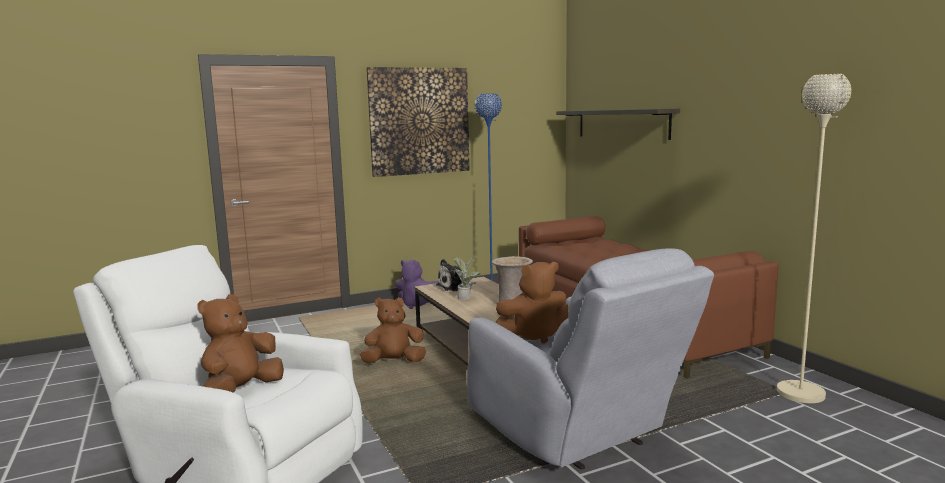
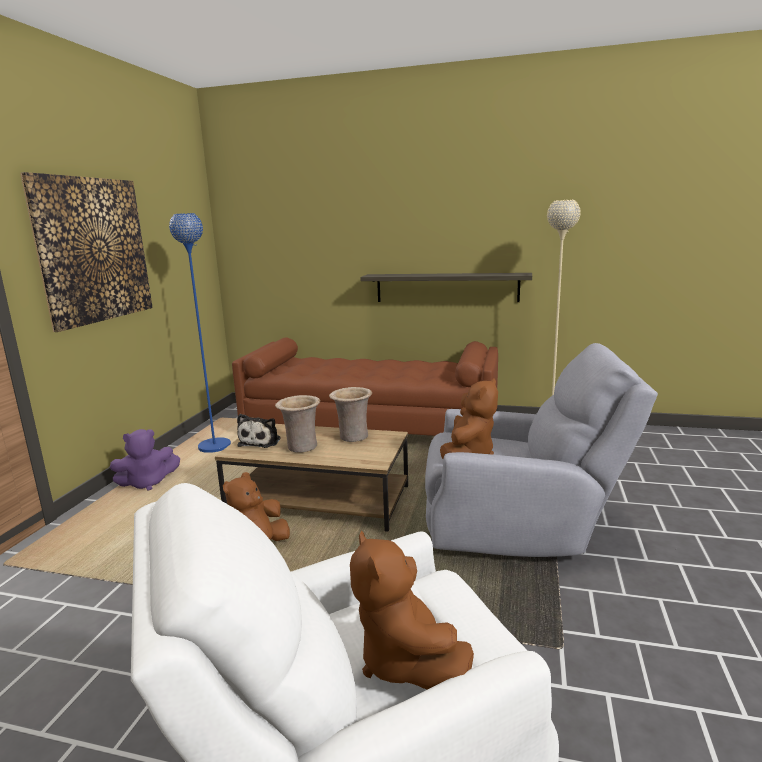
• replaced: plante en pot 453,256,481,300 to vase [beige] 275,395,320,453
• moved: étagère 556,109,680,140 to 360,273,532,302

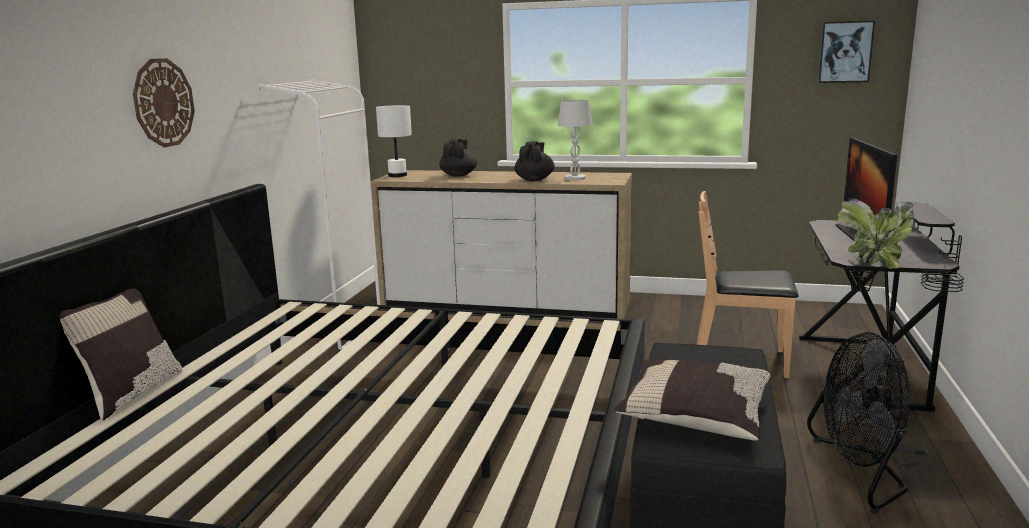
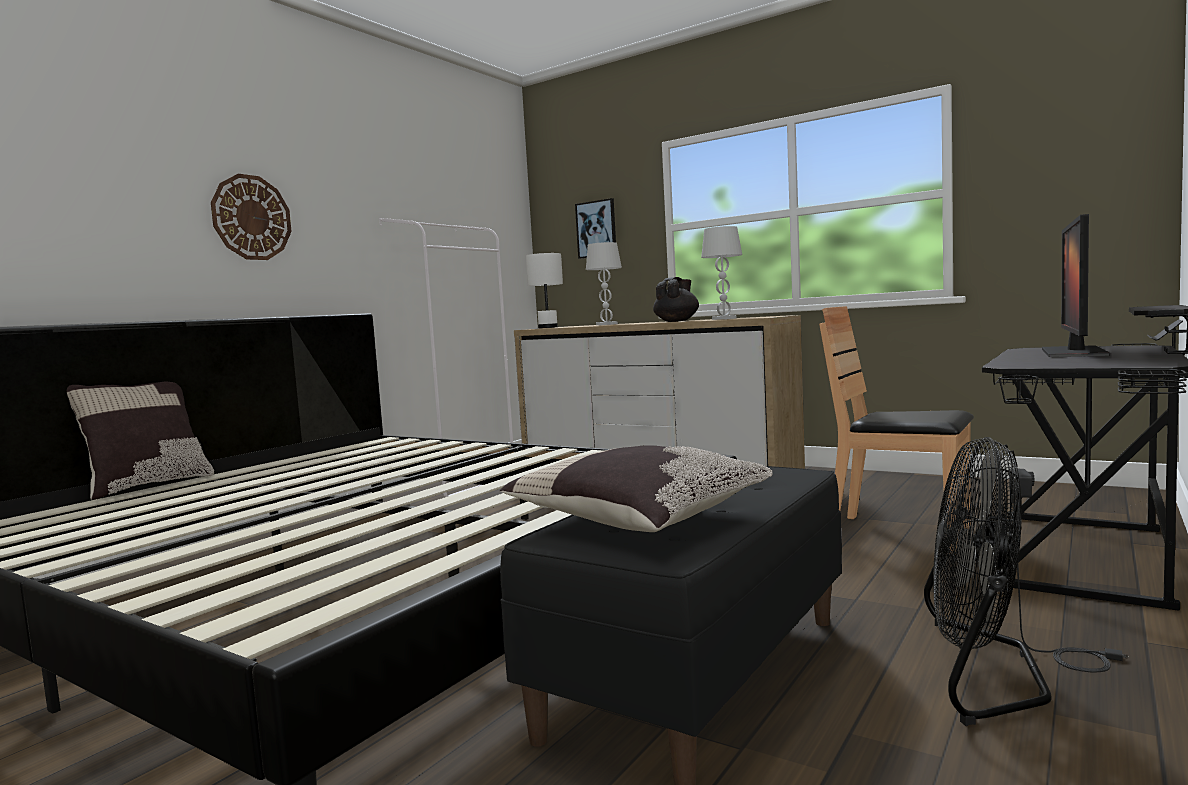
• replaced: théière [noir] 439,139,477,177 to lampe de table [blanc] 586,242,622,325
• moved: tableau 818,20,875,83 to 575,198,616,259
• removed: plante en pot 838,197,915,269

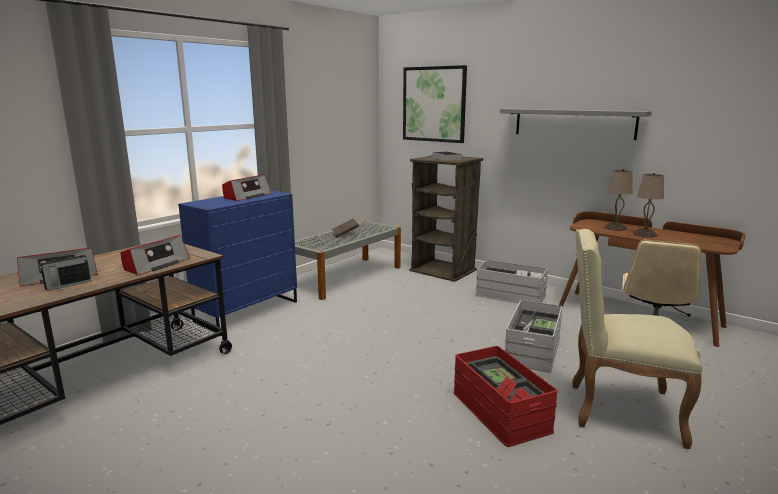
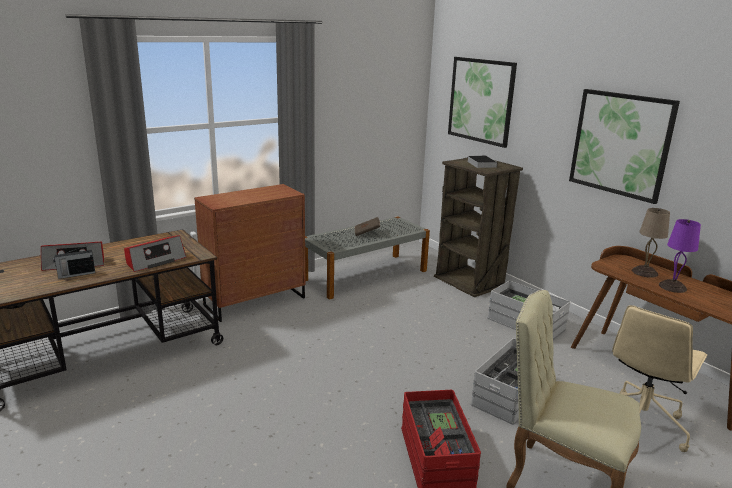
• recoloured: commode [bleu] 178,190,297,332 to commode [marron] 194,184,306,322
• removed: radio 222,174,272,201
• replaced: étagère [gris] 500,109,652,140 to tableau 569,89,680,204
• recoloured: lampe de table [beige] 633,173,664,237 to lampe de table [violet] 659,219,701,293

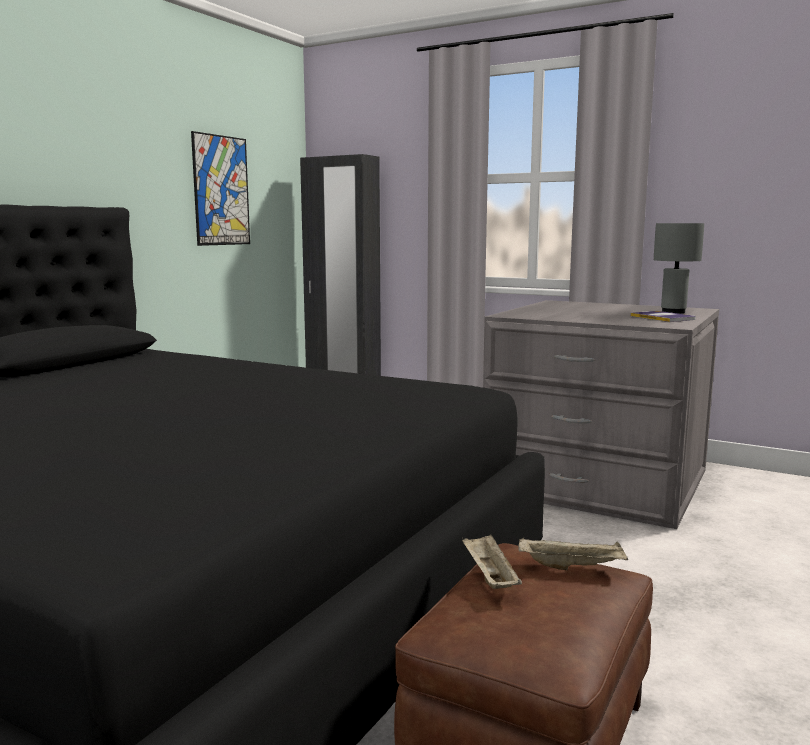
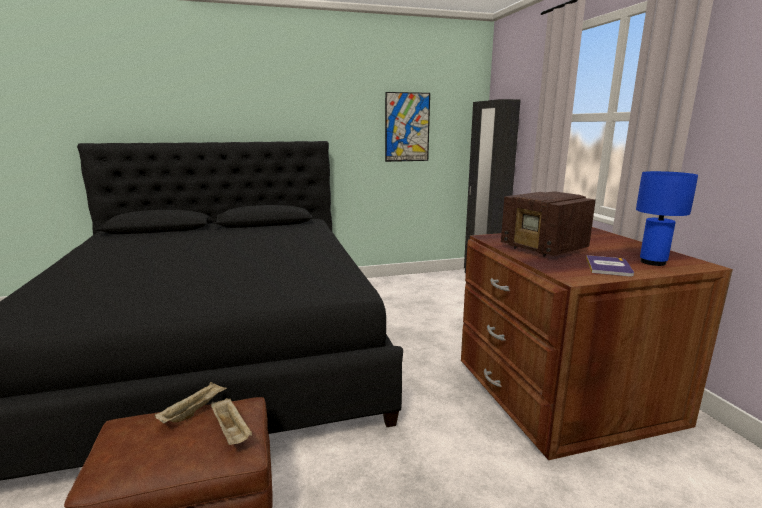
• recoloured: commode [gris] 483,300,719,529 to commode [marron] 461,227,733,460
• recoloured: lampe de table [gris] 654,223,704,313 to lampe de table [bleu] 636,171,698,266
• added: radio 501,191,596,257

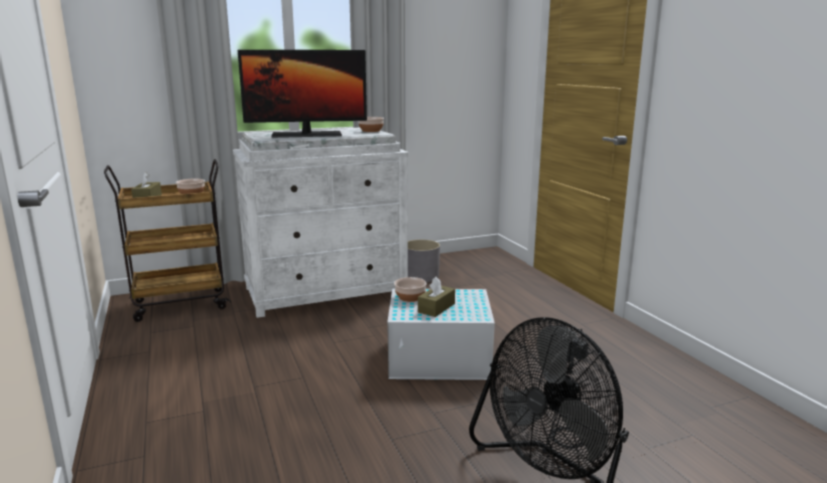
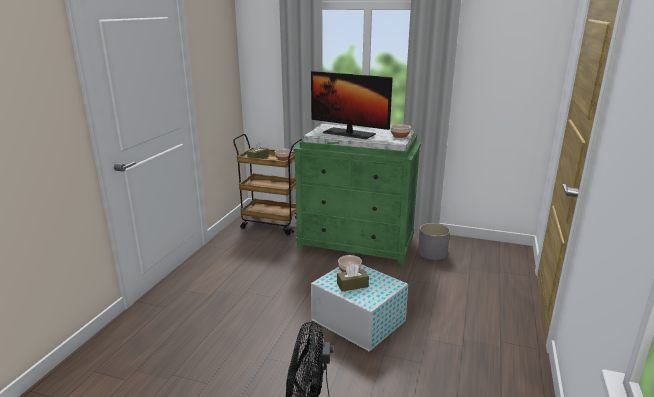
• recoloured: commode [blanc] 233,128,409,318 to commode [vert] 294,124,421,265

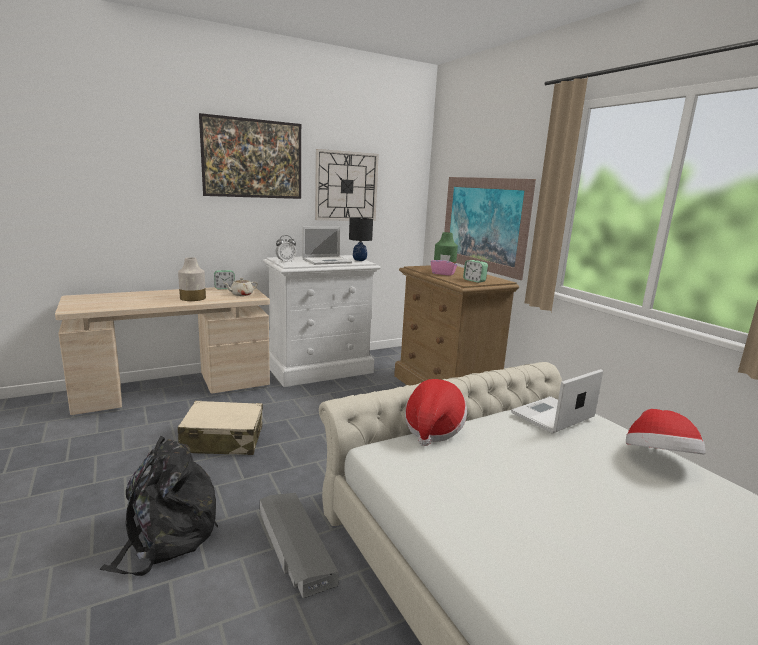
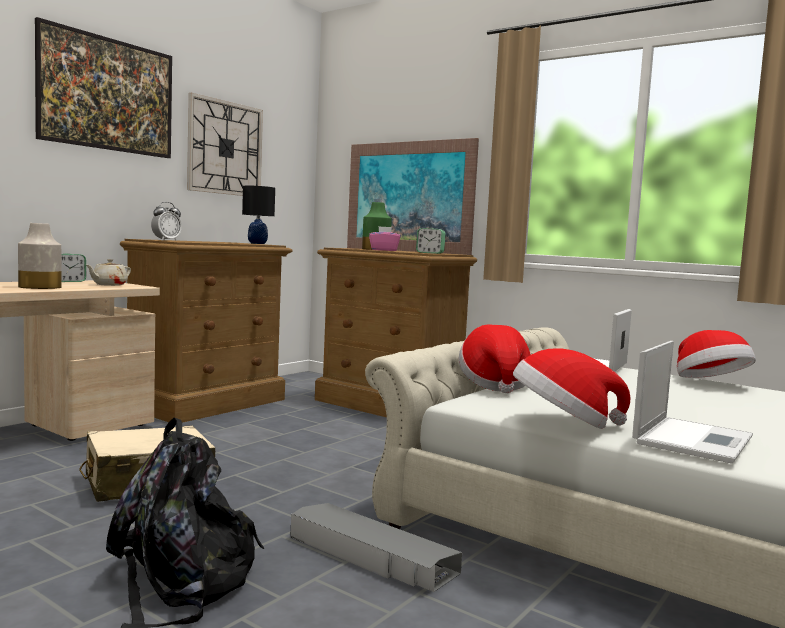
• recoloured: commode [blanc] 263,255,381,387 to commode [marron] 120,239,292,423
• moved: ordinateur portable 302,227,352,265 to 632,341,753,464
• added: chapeau 513,348,631,429

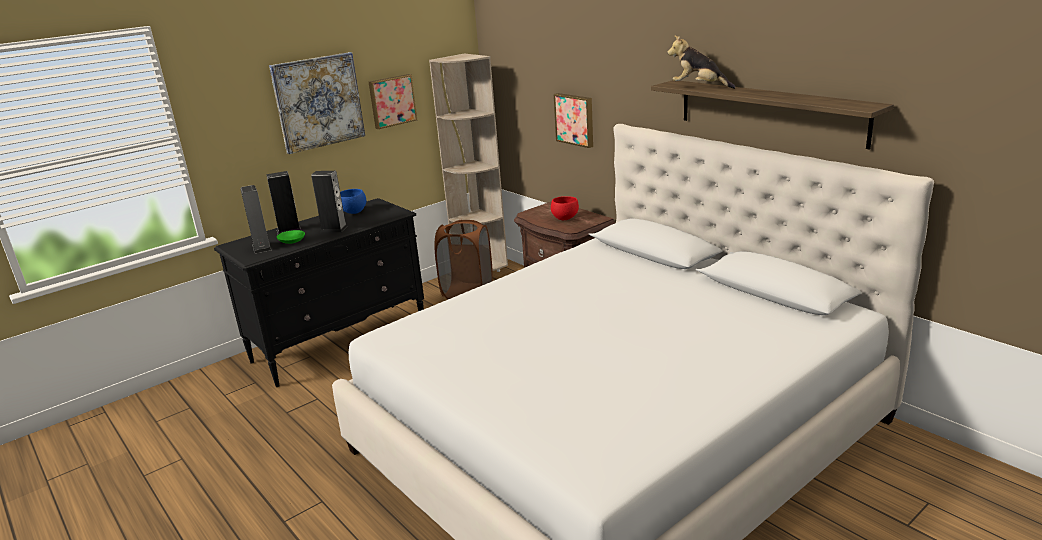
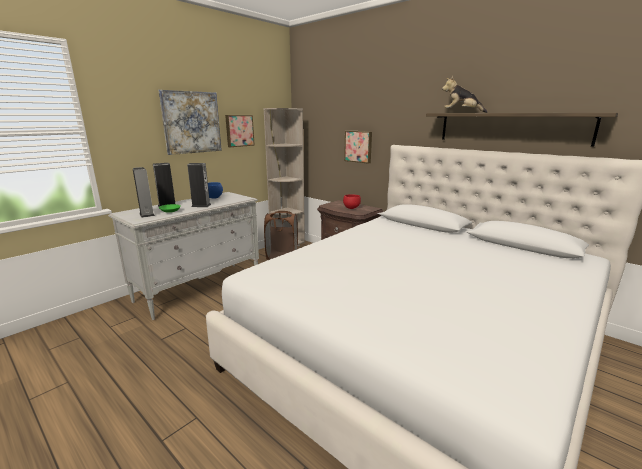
• recoloured: commode [noir] 214,198,424,387 to commode [blanc] 108,192,259,320

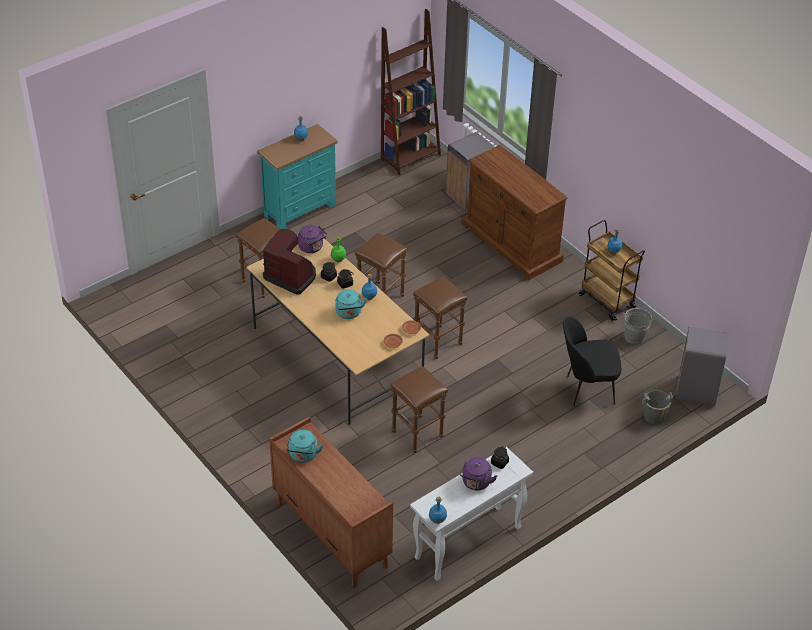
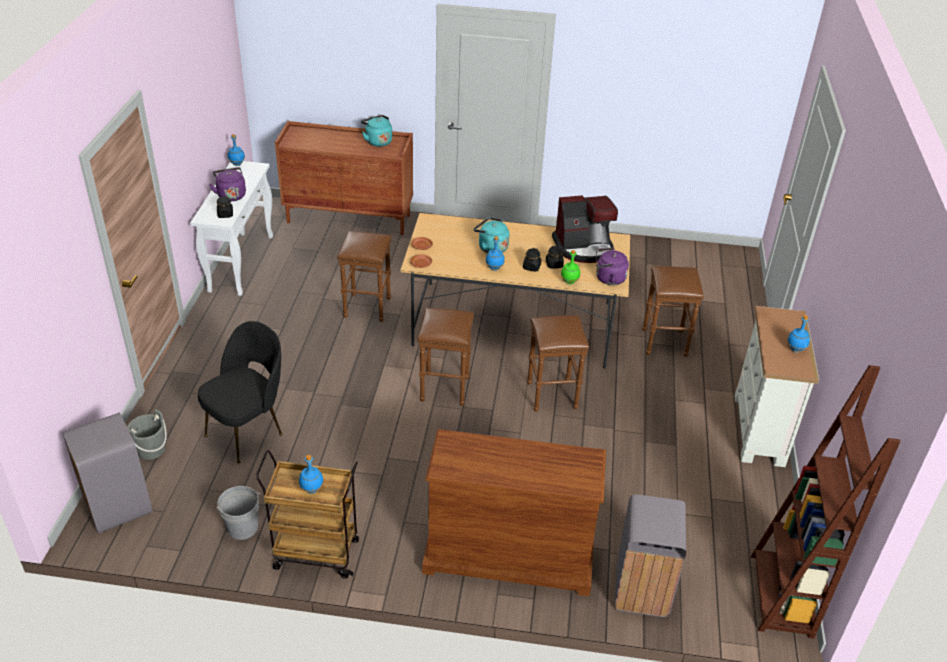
• recoloured: commode [turquoise] 257,124,338,229 to commode [blanc] 735,306,819,467

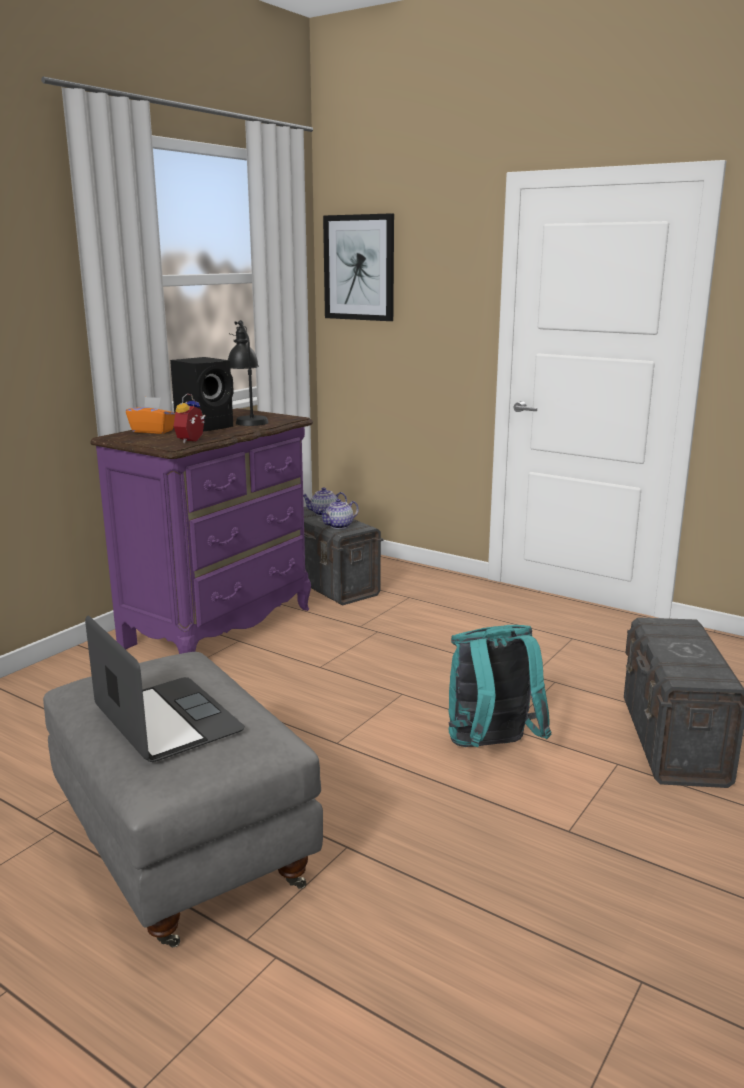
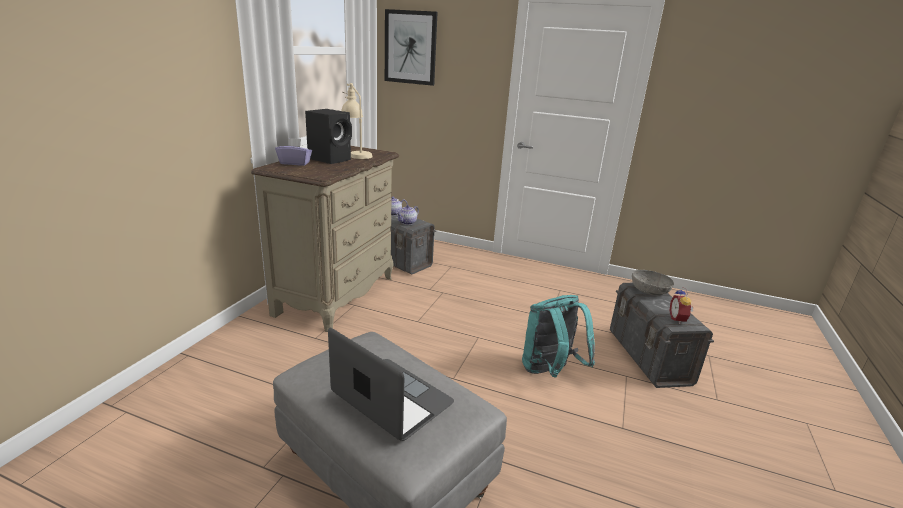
• recoloured: commode [violet] 90,408,313,654 to commode [beige] 251,146,399,332
• recoloured: boîte à mouchoirs [orange] 126,397,175,434 to boîte à mouchoirs [violet] 275,138,312,166
• moved: réveil 174,394,205,443 to 670,287,694,324
• recoloured: lampe de table [noir] 228,320,269,426 to lampe de table [beige] 341,83,373,159
• added: bol [gris] 632,270,674,295

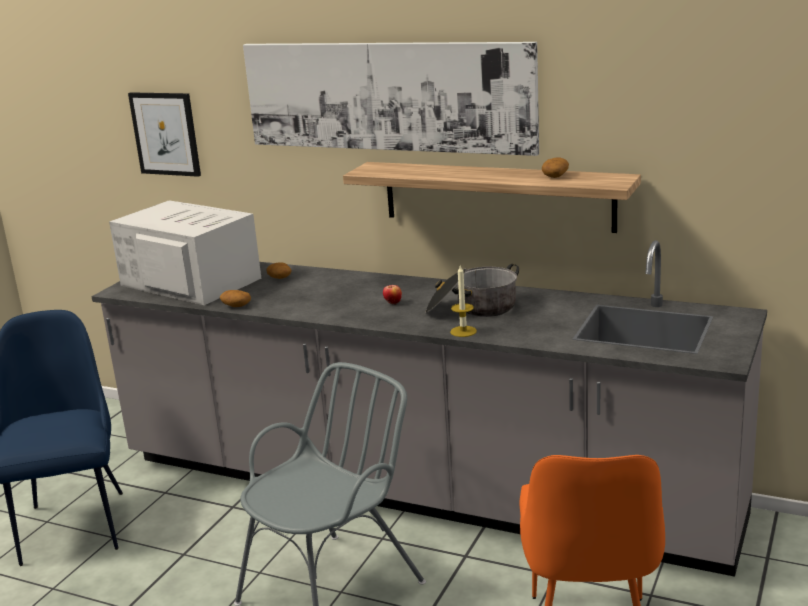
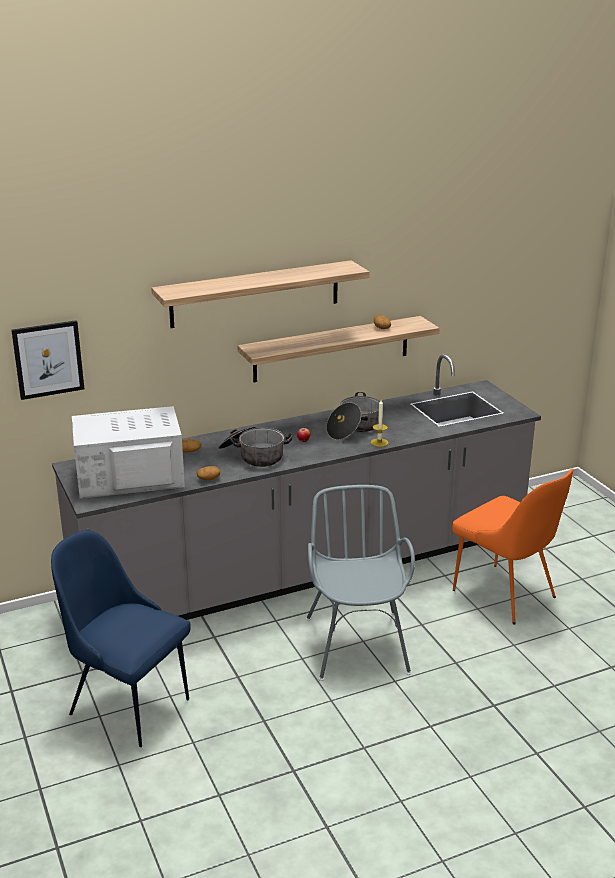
• replaced: tableau 243,42,539,156 to étagère 151,260,370,328
• added: marmite 218,426,293,467

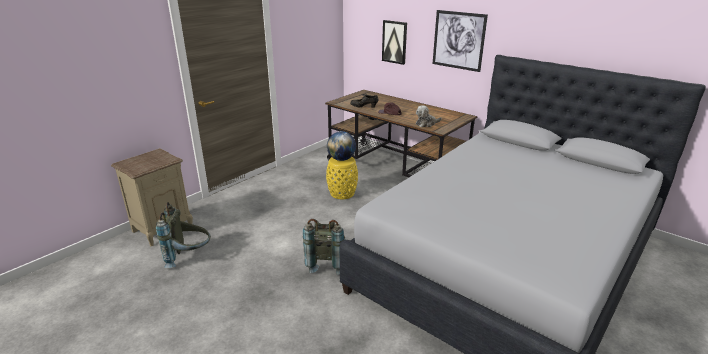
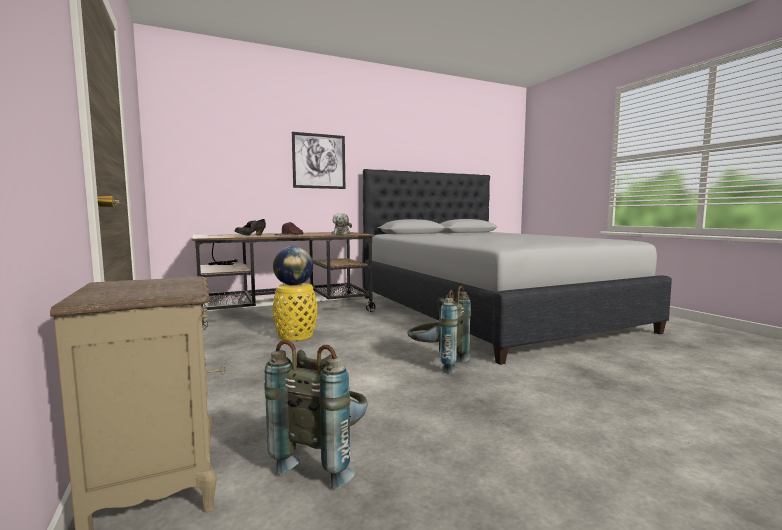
• removed: tableau 382,20,407,65

